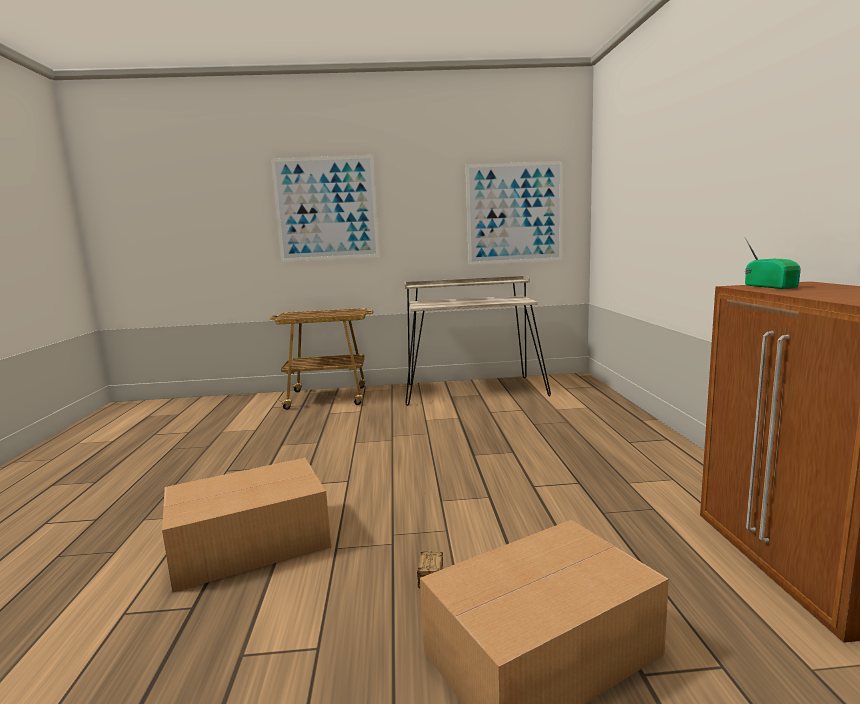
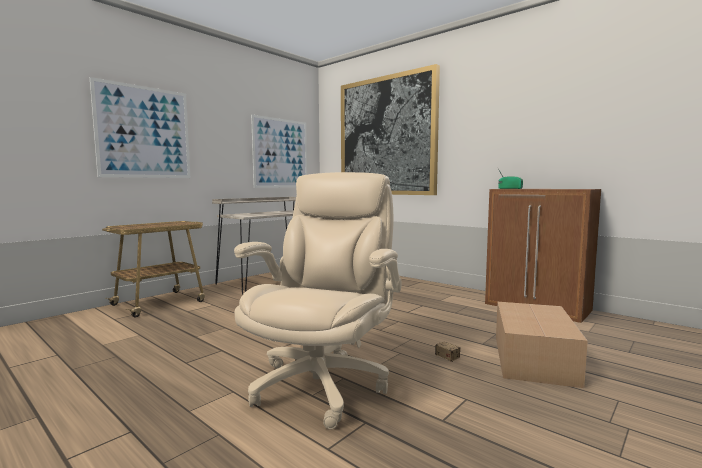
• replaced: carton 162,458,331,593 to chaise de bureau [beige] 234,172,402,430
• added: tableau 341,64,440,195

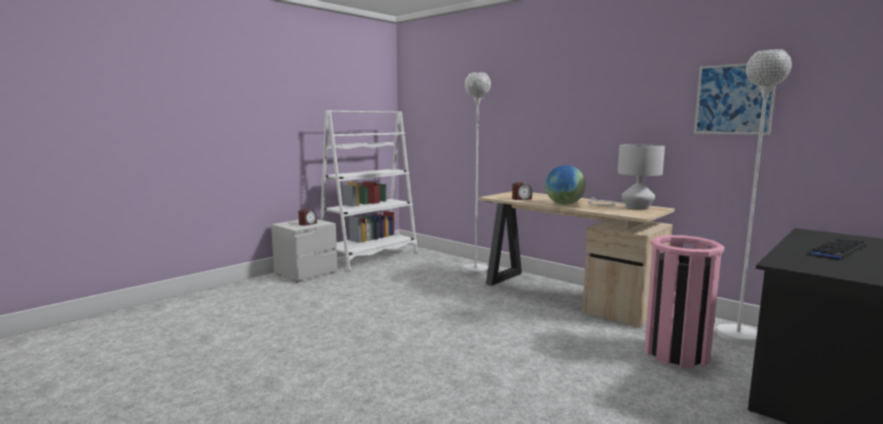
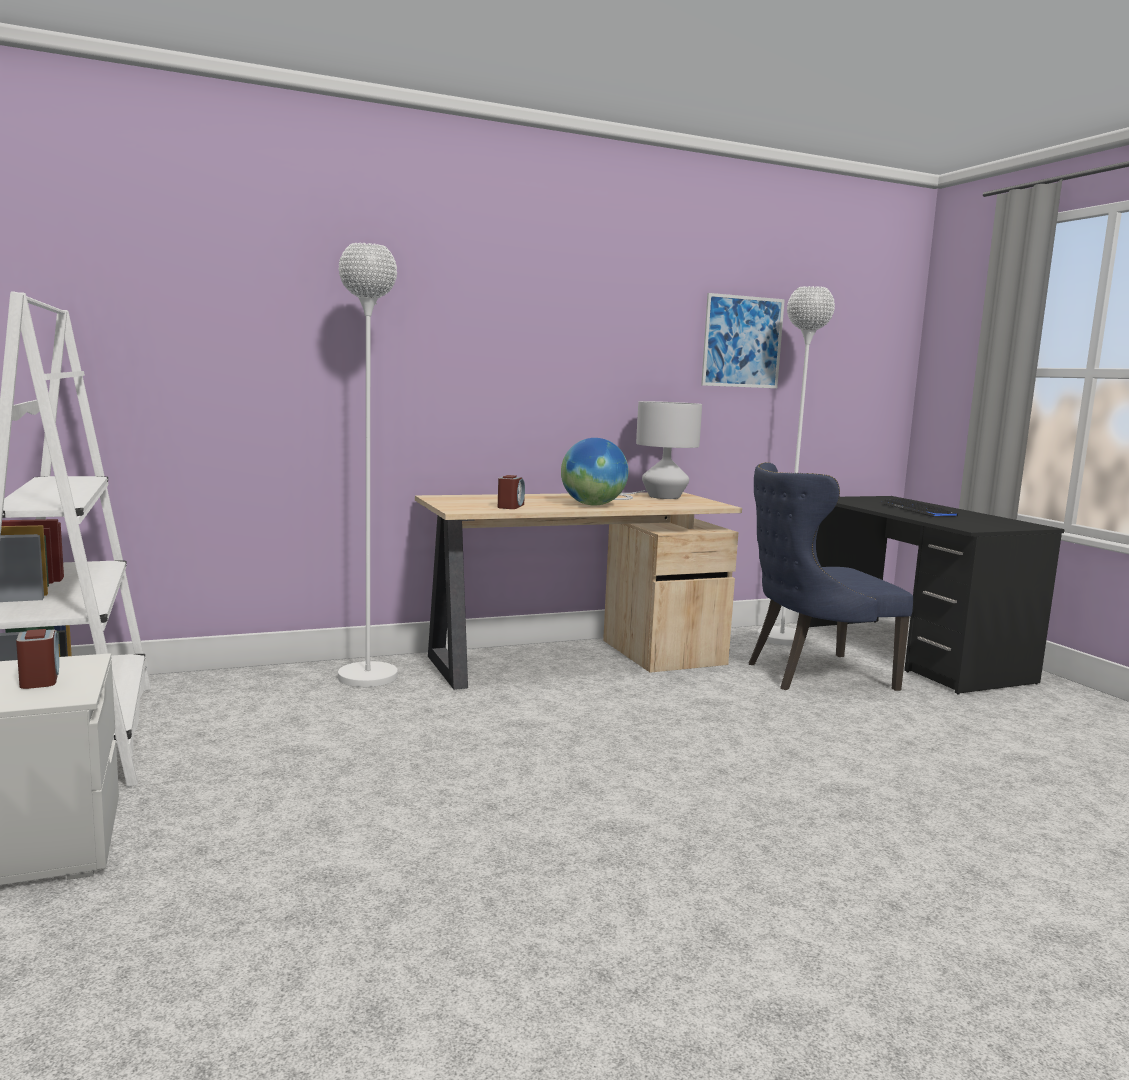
• replaced: poubelle [rose] 645,235,725,368 to chaise [bleu] 749,462,913,691

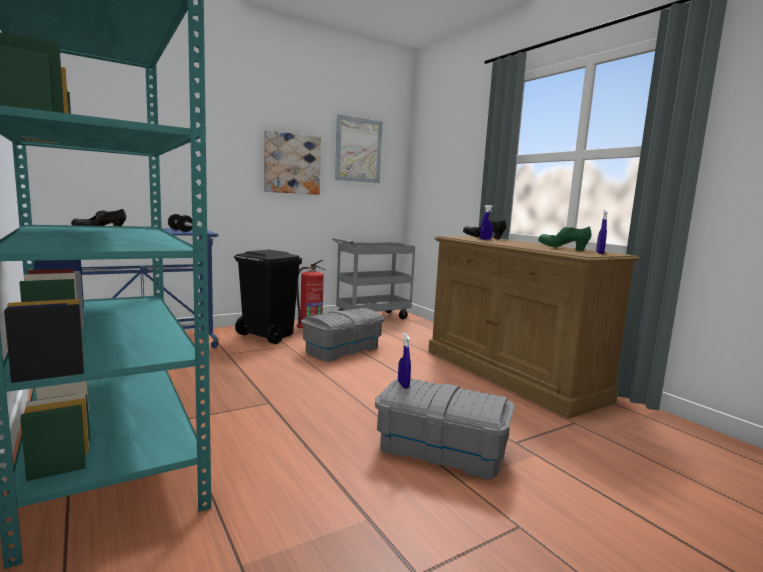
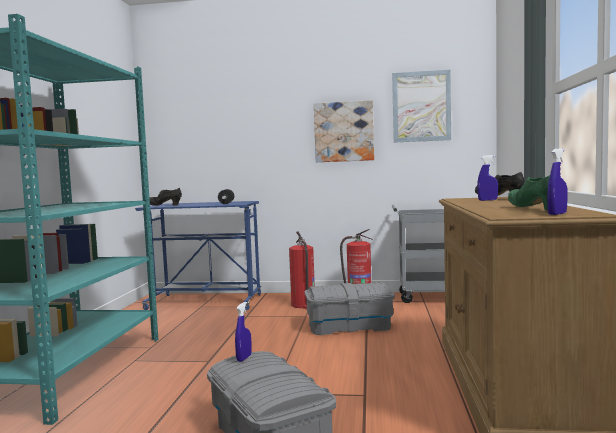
• replaced: poubelle [noir] 234,250,302,344 to extincteur 289,231,315,309

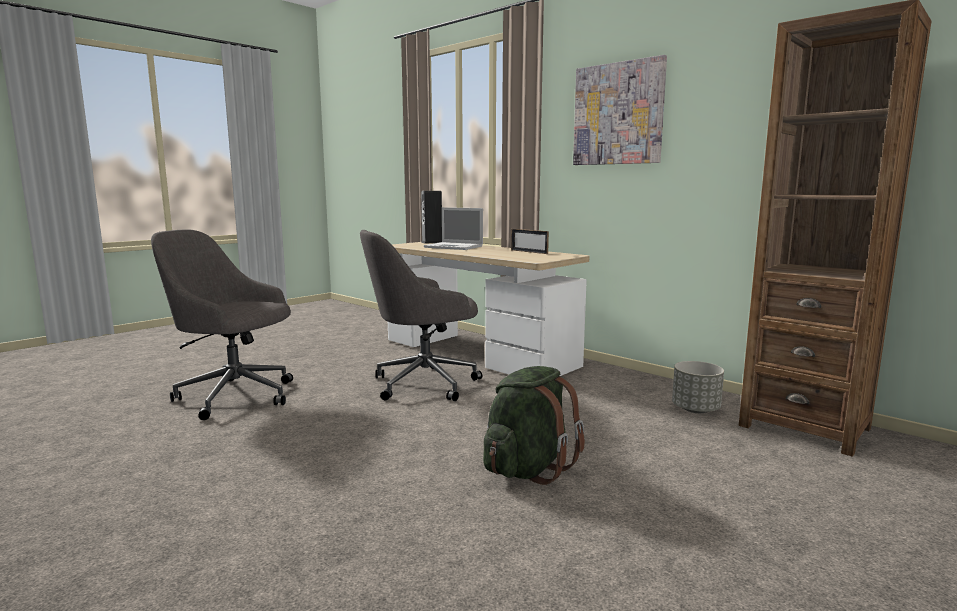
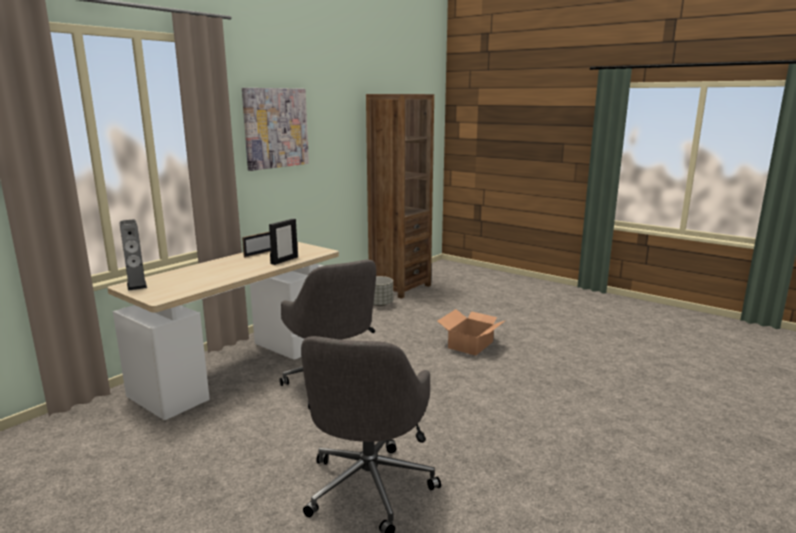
• removed: ordinateur portable 424,207,483,250
• replaced: sac à dos [vert] 483,366,585,485 to carton 437,309,506,356
• added: cadre photo 269,219,298,265

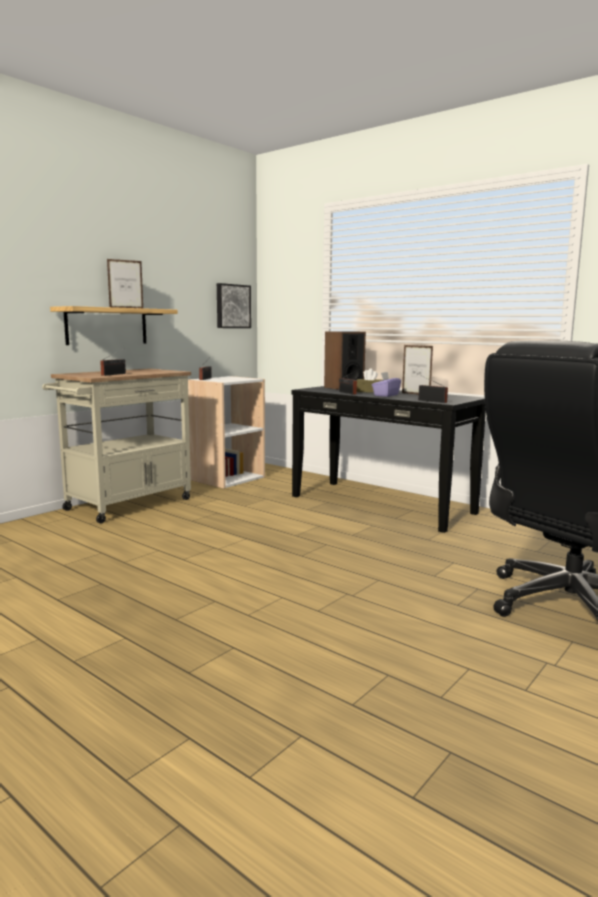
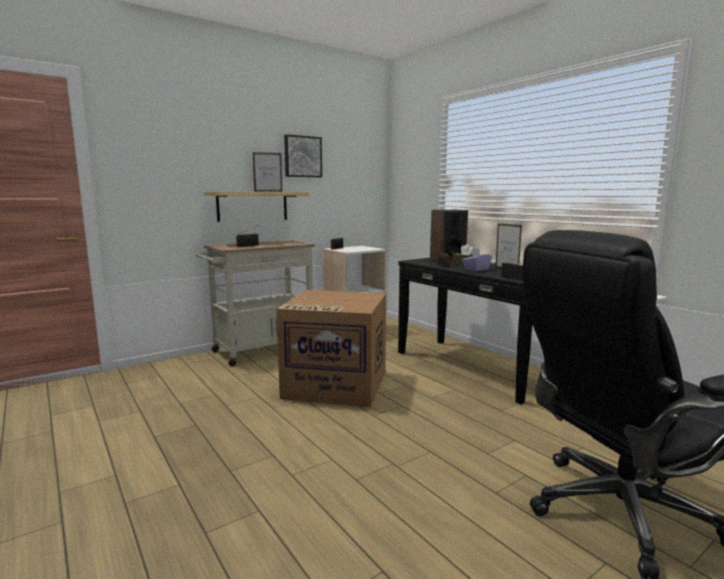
• moved: tableau 217,283,251,328 to 284,134,322,177
• added: carton 276,290,386,407

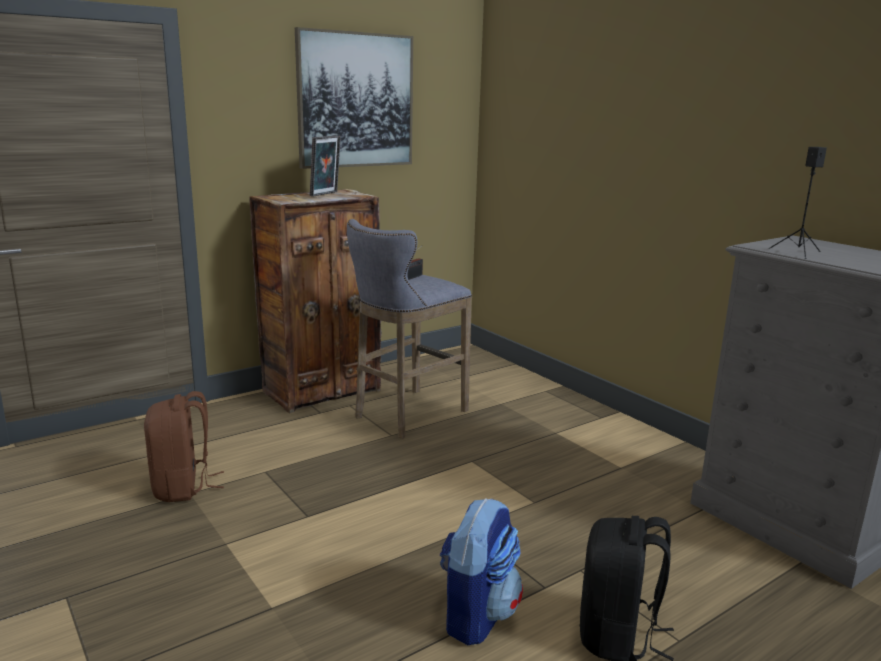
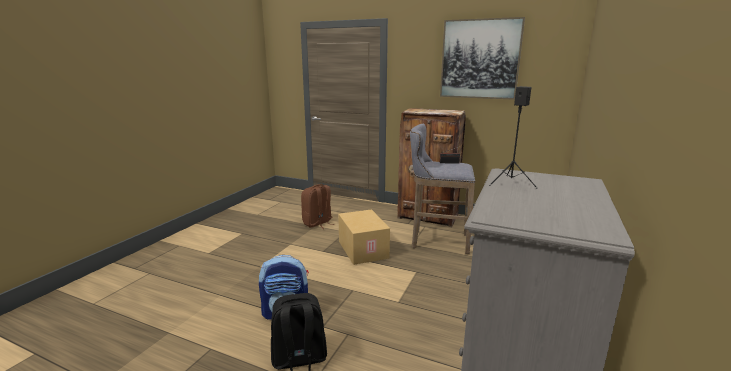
• removed: cadre photo 310,136,341,197
• added: carton 338,209,390,265

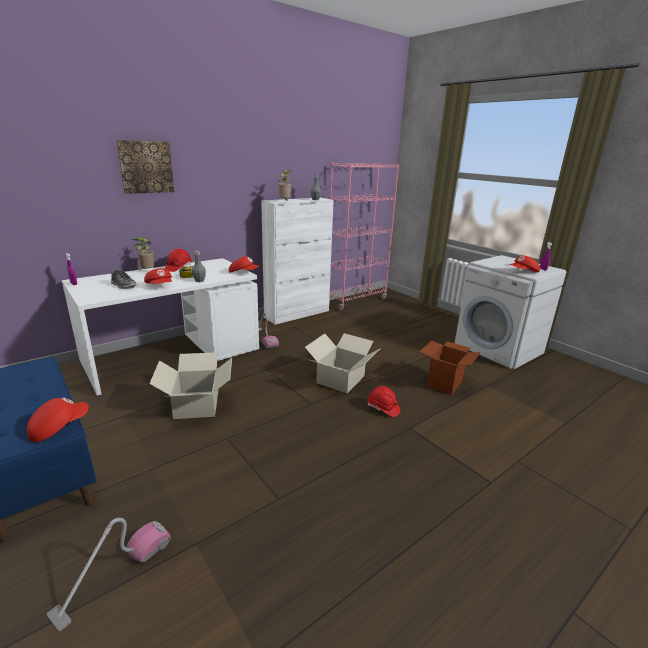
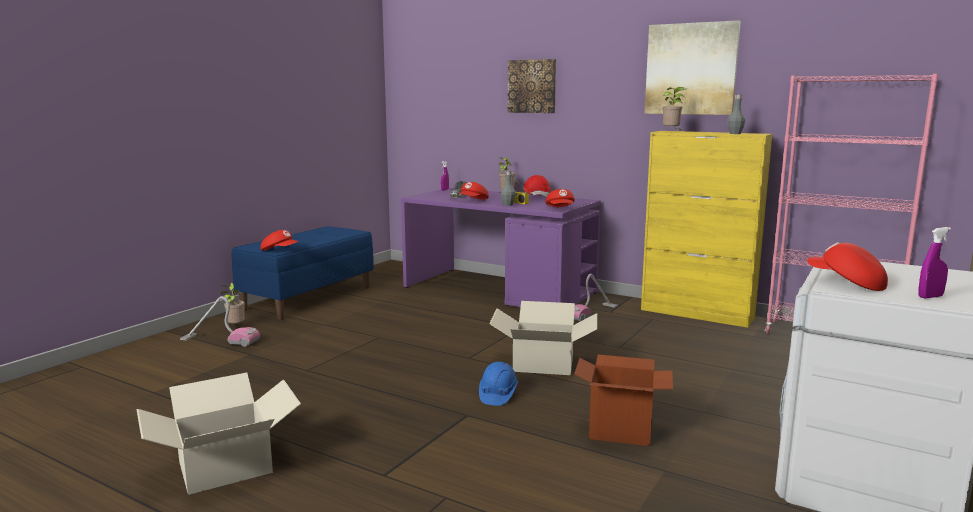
• recoloured: bureau [blanc] 62,258,259,396 to bureau [violet] 401,188,601,307
• moved: carton 149,352,232,419 to 136,373,301,495
• recoloured: meuble de rangement [blanc] 261,197,334,325 to meuble de rangement [jaune] 641,131,772,328
• recoloured: casque de chantier [rouge] 367,386,400,417 to casque de chantier [bleu] 479,362,518,406
• added: plante en pot 221,283,245,324
• added: tableau 644,20,741,115

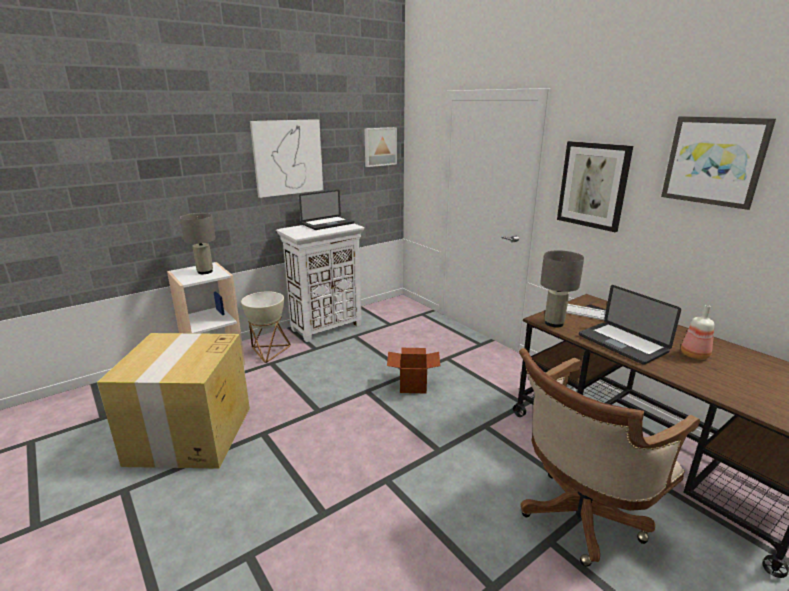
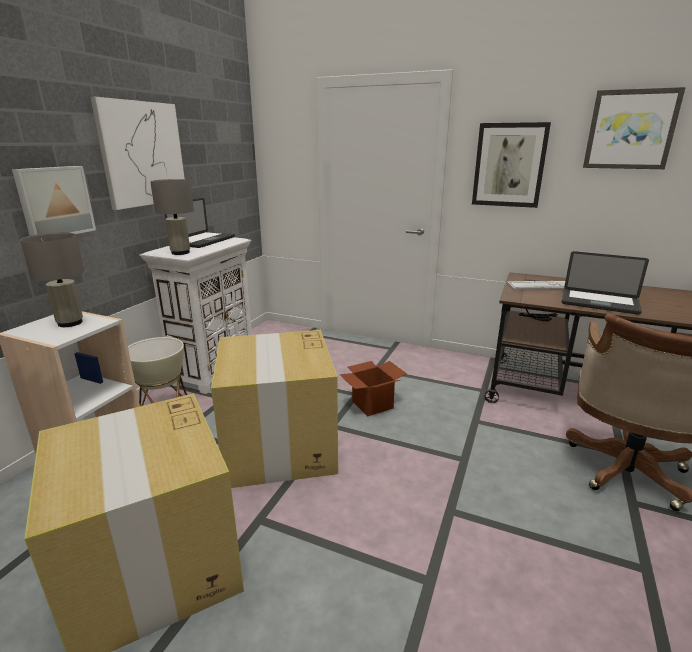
• moved: tableau 364,127,397,167 to 12,166,96,236
• moved: lampe de table [gris] 540,250,584,328 to 150,179,194,255
• removed: bouteille 681,305,714,359
• added: carton 211,330,338,488

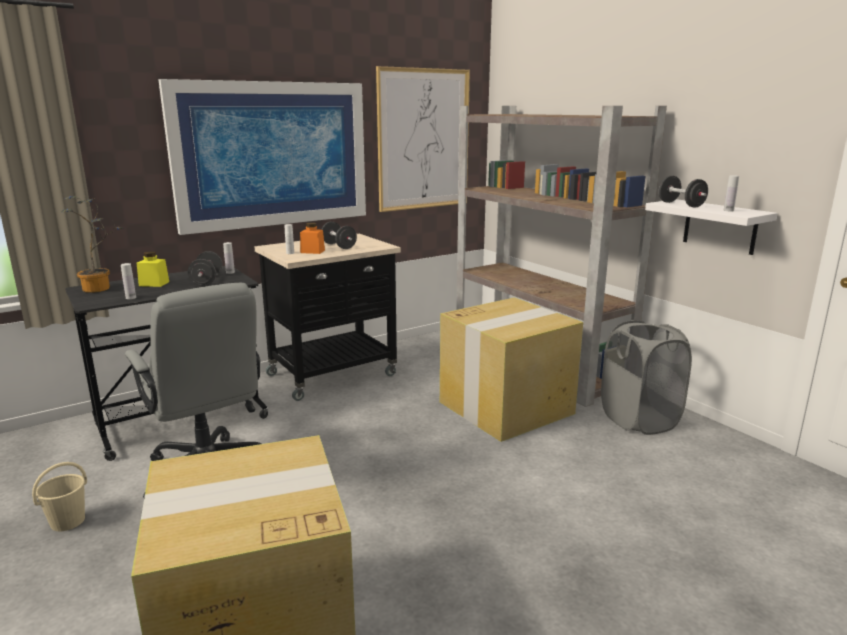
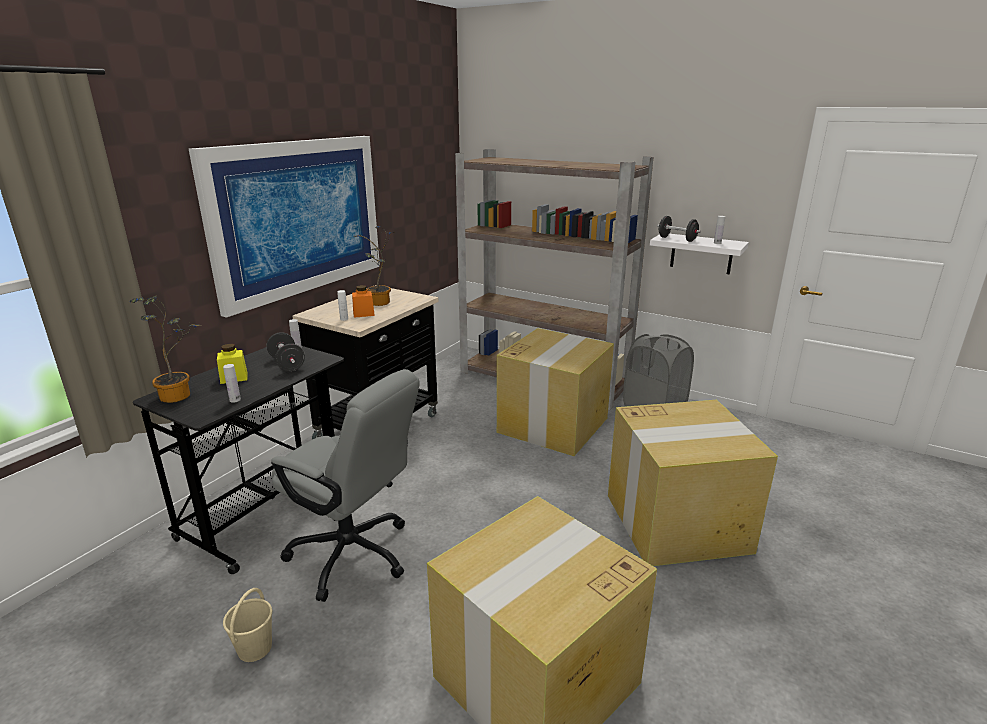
• replaced: haltère [noir] 321,222,357,249 to plante en pot 353,226,395,306
• removed: tableau 376,66,470,212
• added: carton 608,400,778,566

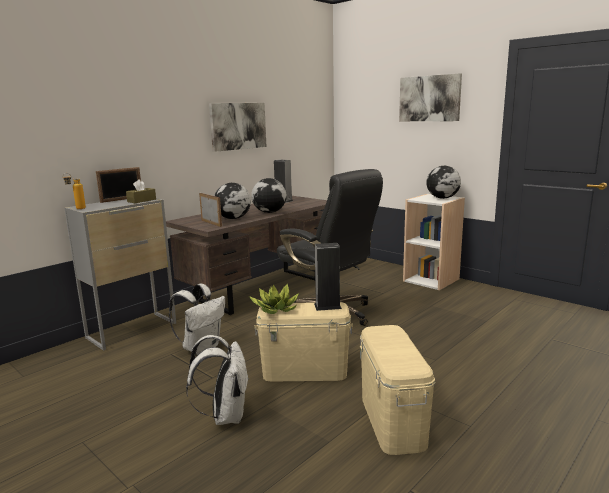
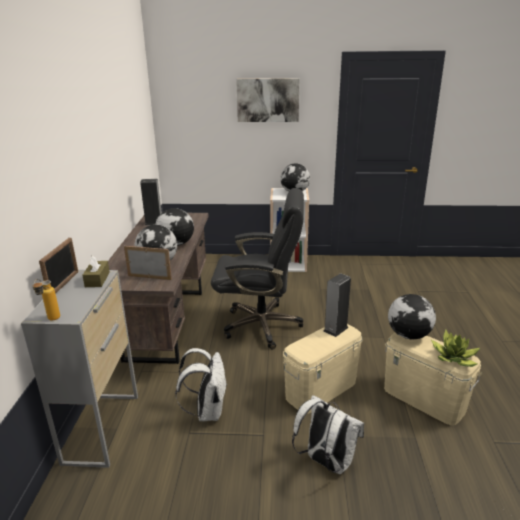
• removed: tableau 209,103,266,152
• moved: plante en pot 249,283,299,314 to 431,330,480,367
• added: globe 388,294,436,339

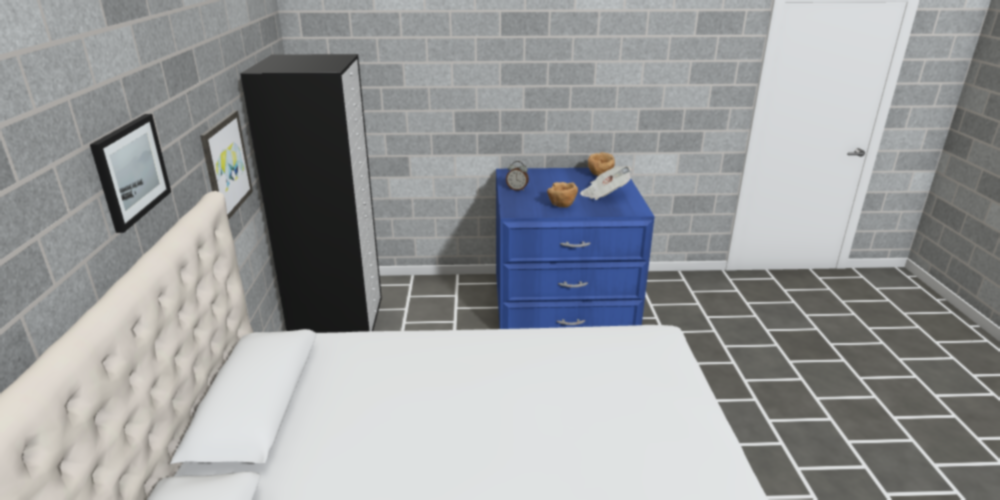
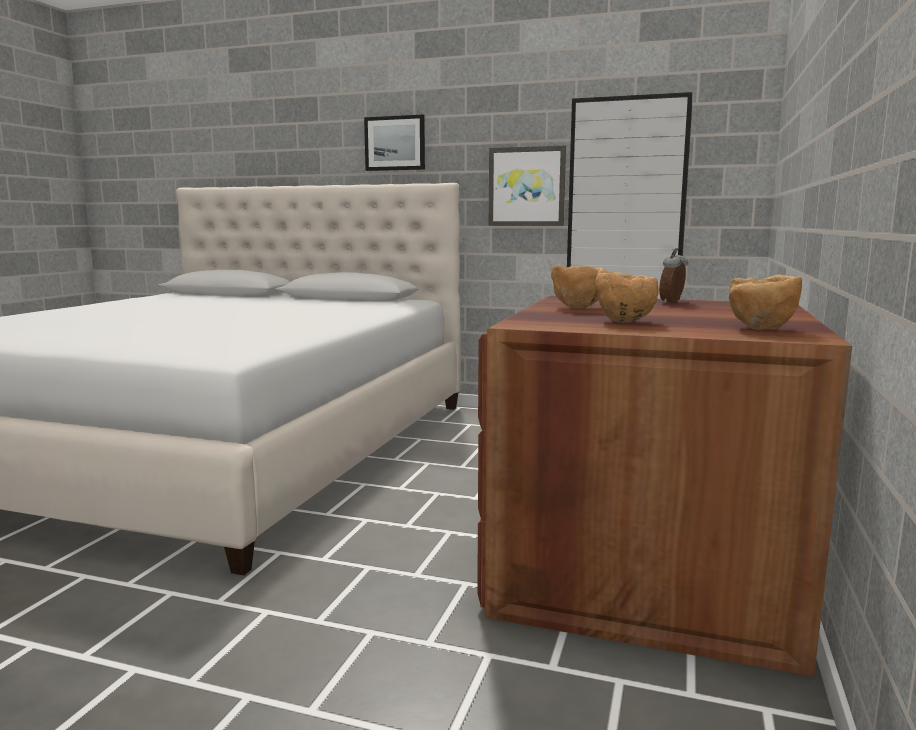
• recoloured: commode [bleu] 496,168,655,329 to commode [marron] 477,295,852,677
• replaced: journal 580,166,632,200 to bol [marron] 595,270,659,323

